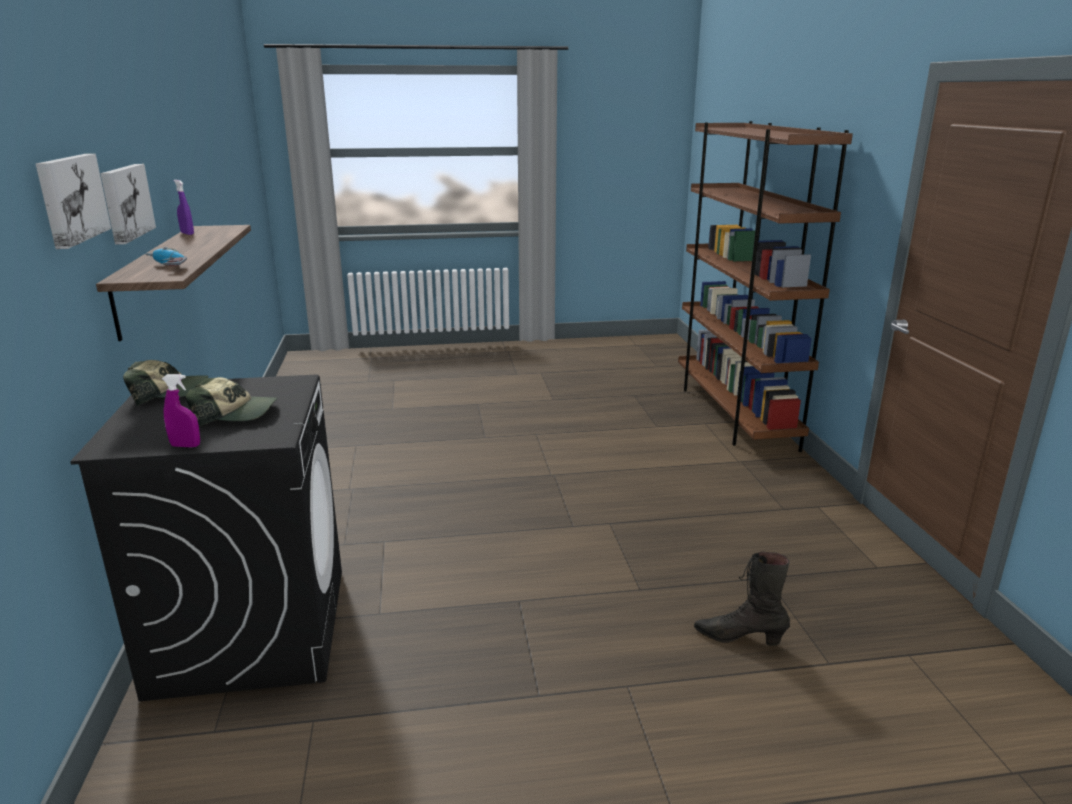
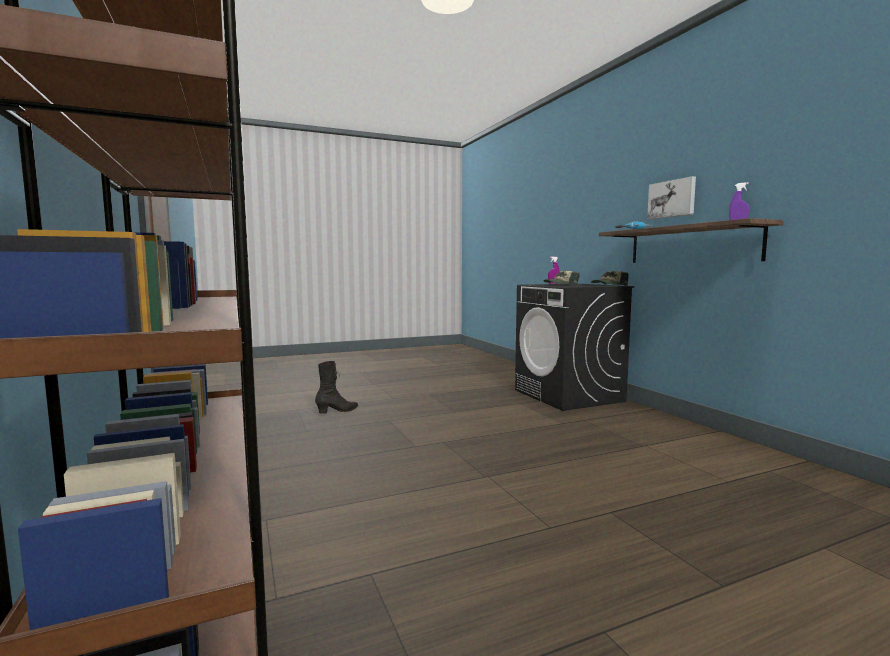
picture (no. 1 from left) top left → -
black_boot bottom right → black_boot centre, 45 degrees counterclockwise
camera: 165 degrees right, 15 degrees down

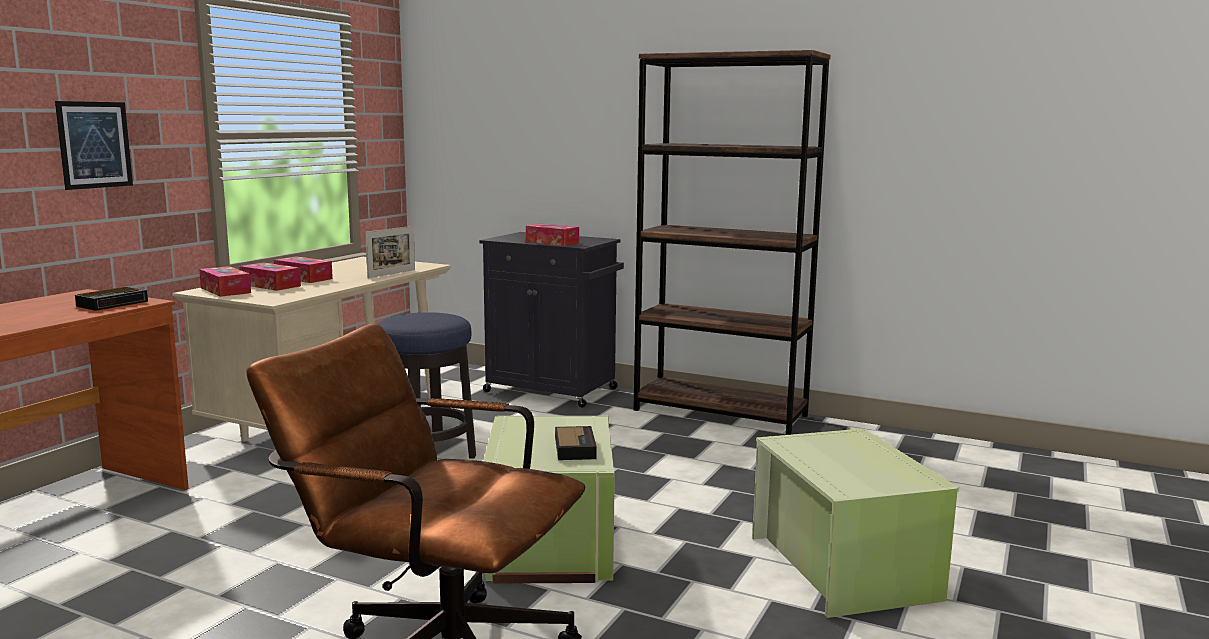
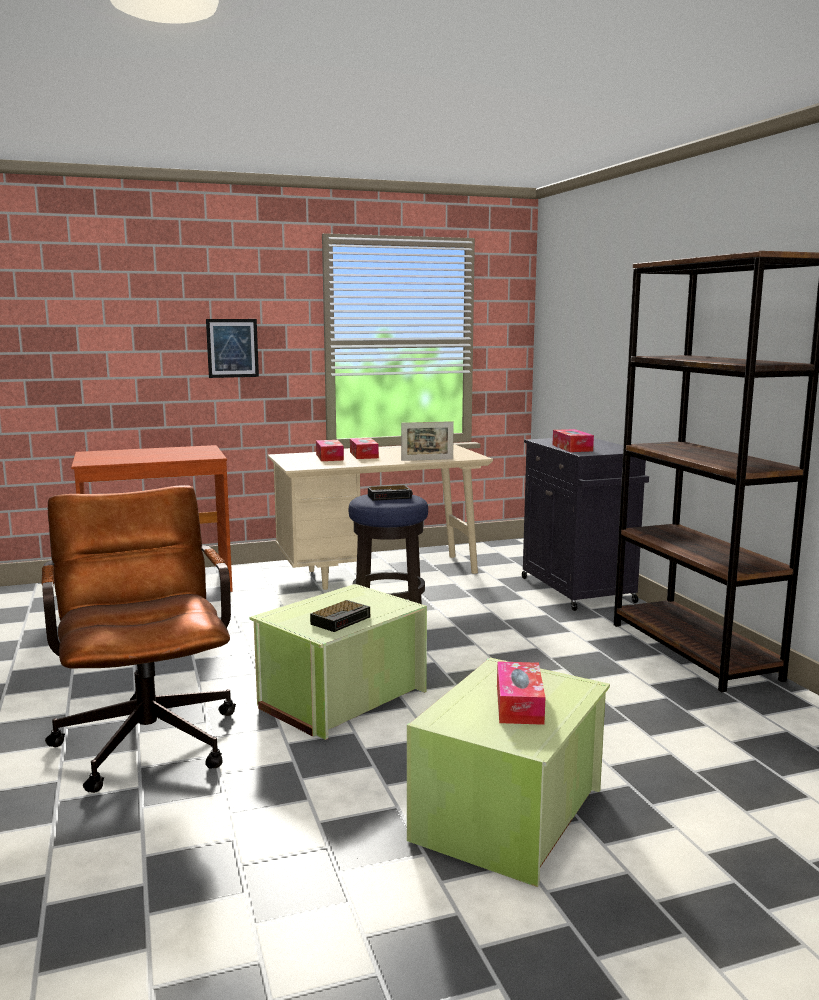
alarm_clock (no. 1 from left in the first image) middle left → alarm_clock (no. 2 from left) centre, shifted
tissue_box (no. 1 from left in the first image) middle left → tissue_box (no. 3 from left) bottom centre, shifted
camera: 45 degrees right, 0 degrees up

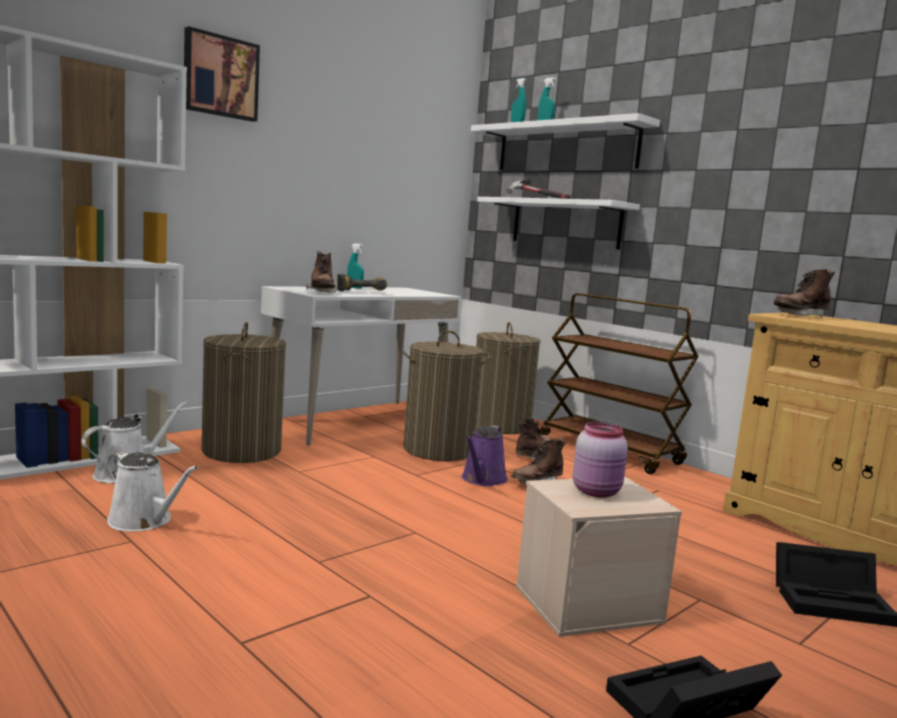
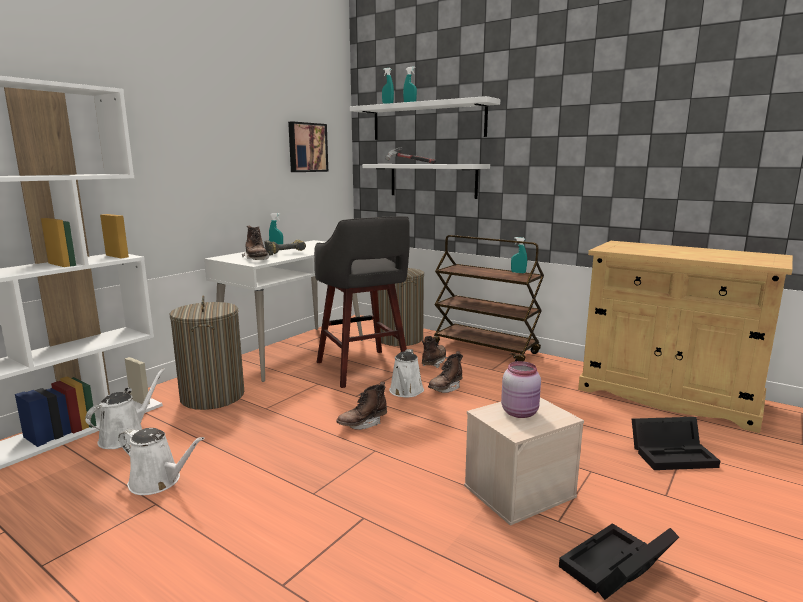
- → turquoise_spray_bottle (no. 4 from left) centre
picture top left → picture top centre, shifted
brown_boot (no. 4 from left in the first image) middle right → brown_boot (no. 2 from left) bottom centre, shifted
laundry_basket (no. 2 from left) centre → grey_stool centre
purple_watering_can centre → white_watering_can (no. 3 from left) centre
camera: 10 degrees left, 5 degrees up

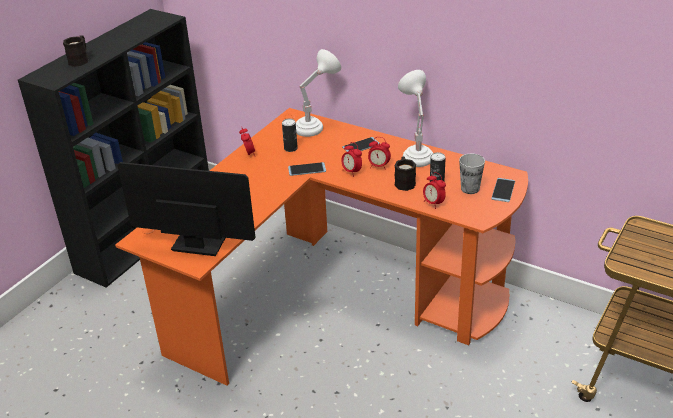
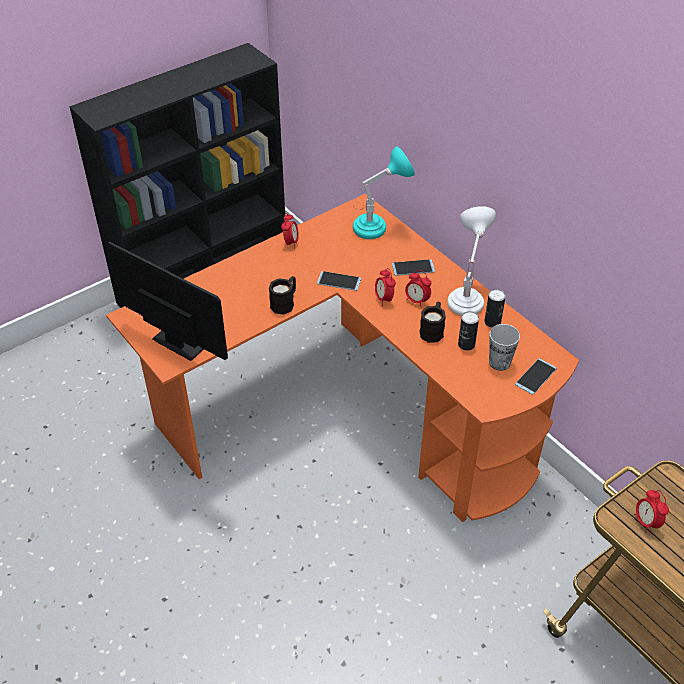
black_mug (no. 1 from left) top left → black_mug (no. 1 from left) centre, shifted
can (no. 1 from left in the first image) top centre → can (no. 2 from left) middle right, shifted
alarm_clock (no. 4 from left) centre → alarm_clock (no. 4 from left) bottom right, shifted
white_table_lamp (no. 1 from left) top centre → turquoise_table_lamp top centre
camera: 20 degrees right, 10 degrees up

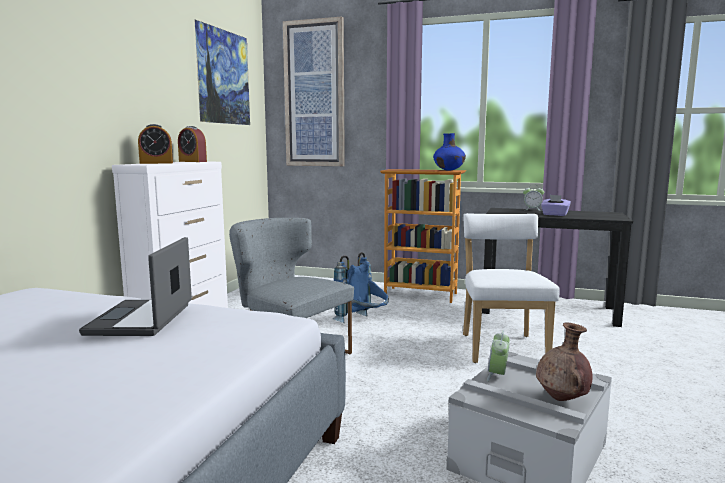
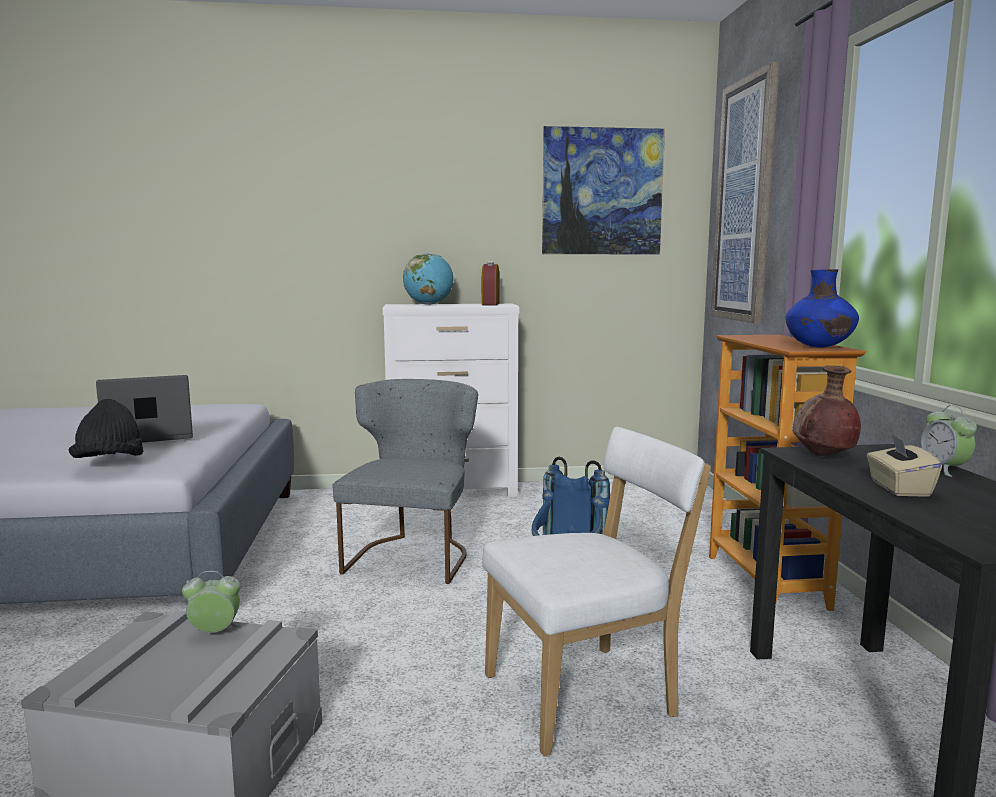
- → black_hat middle left
brown_vase bottom right → brown_vase middle right, shifted
alarm_clock (no. 1 from left) top left → globe centre
purple_tissue_box middle right → beige_tissue_box middle right
camera: 65 degrees right, 0 degrees up

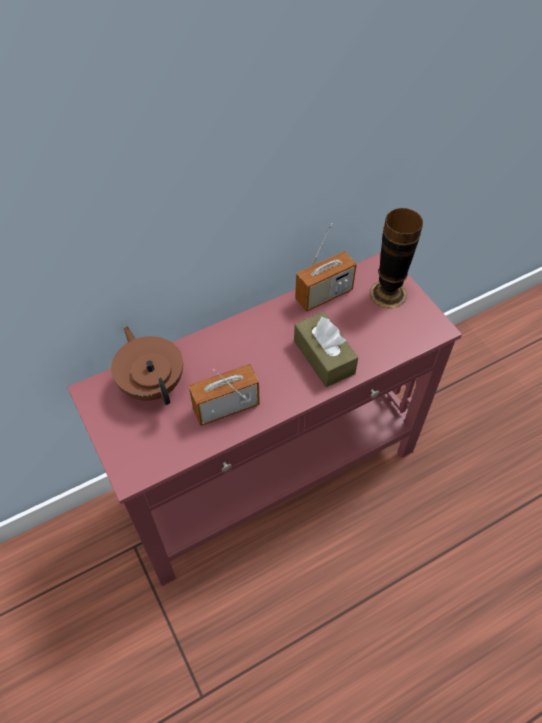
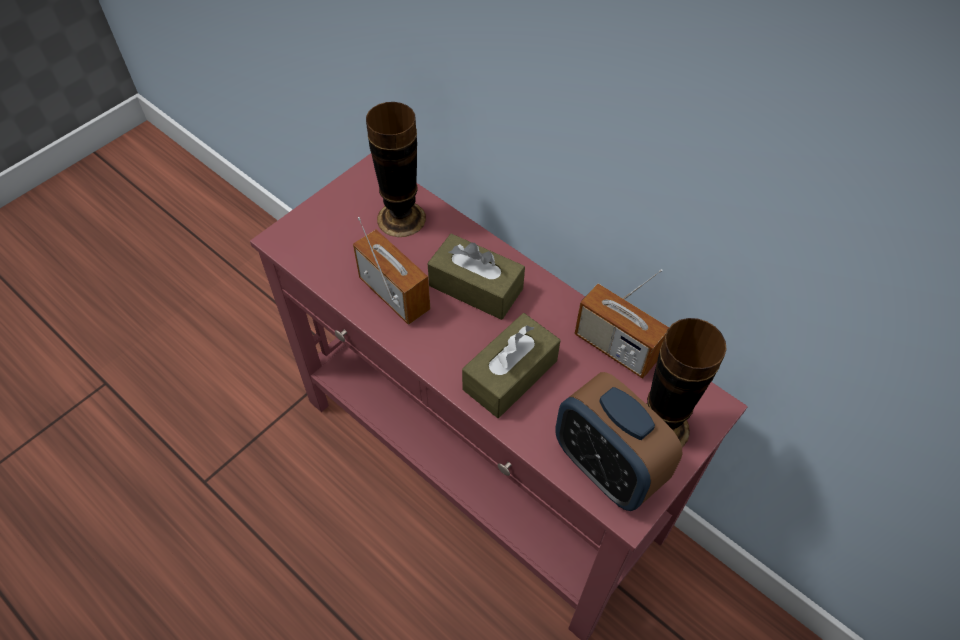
- → brown_tissue_box (no. 1 from left) centre
- → alarm_clock bottom centre
brown_teapot middle left → vase (no. 1 from left) top centre
camera: 70 degrees right, 0 degrees up

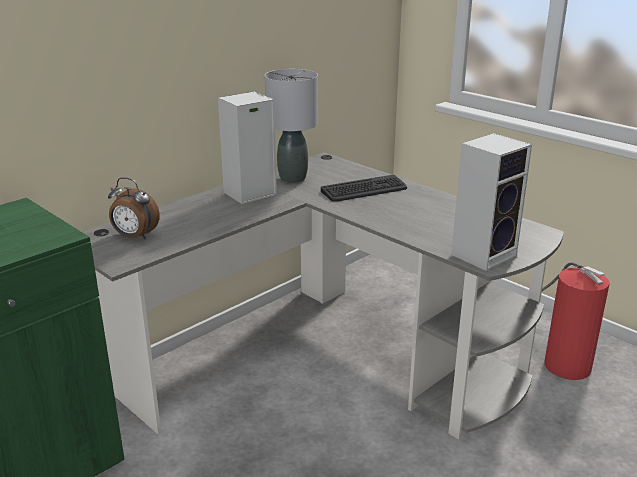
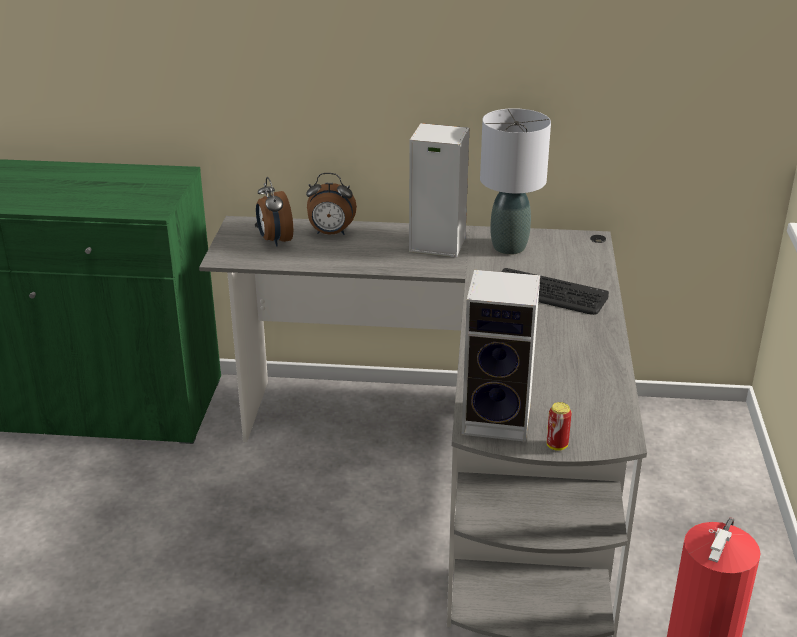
- → alarm_clock (no. 2 from left) top centre
- → can bottom right
camera: 50 degrees right, 5 degrees up

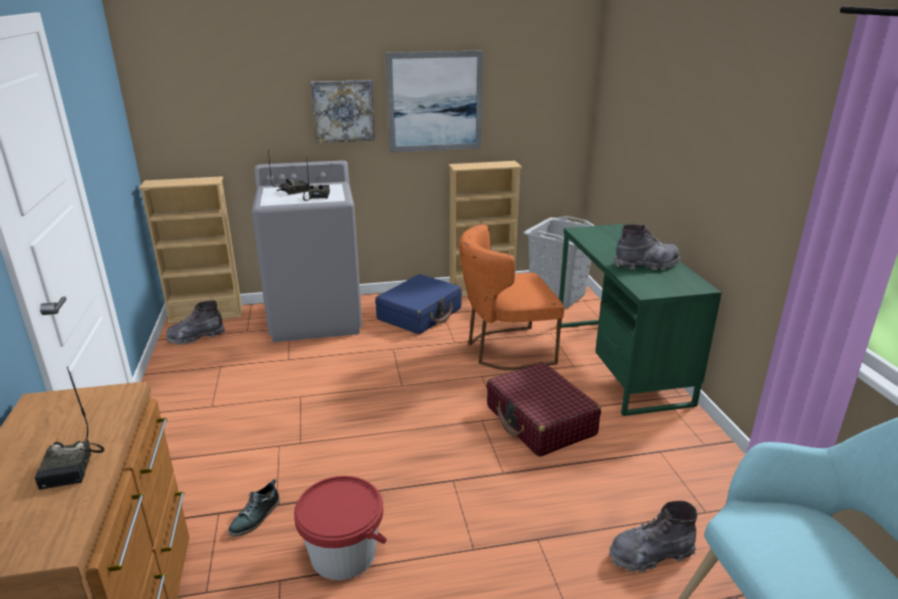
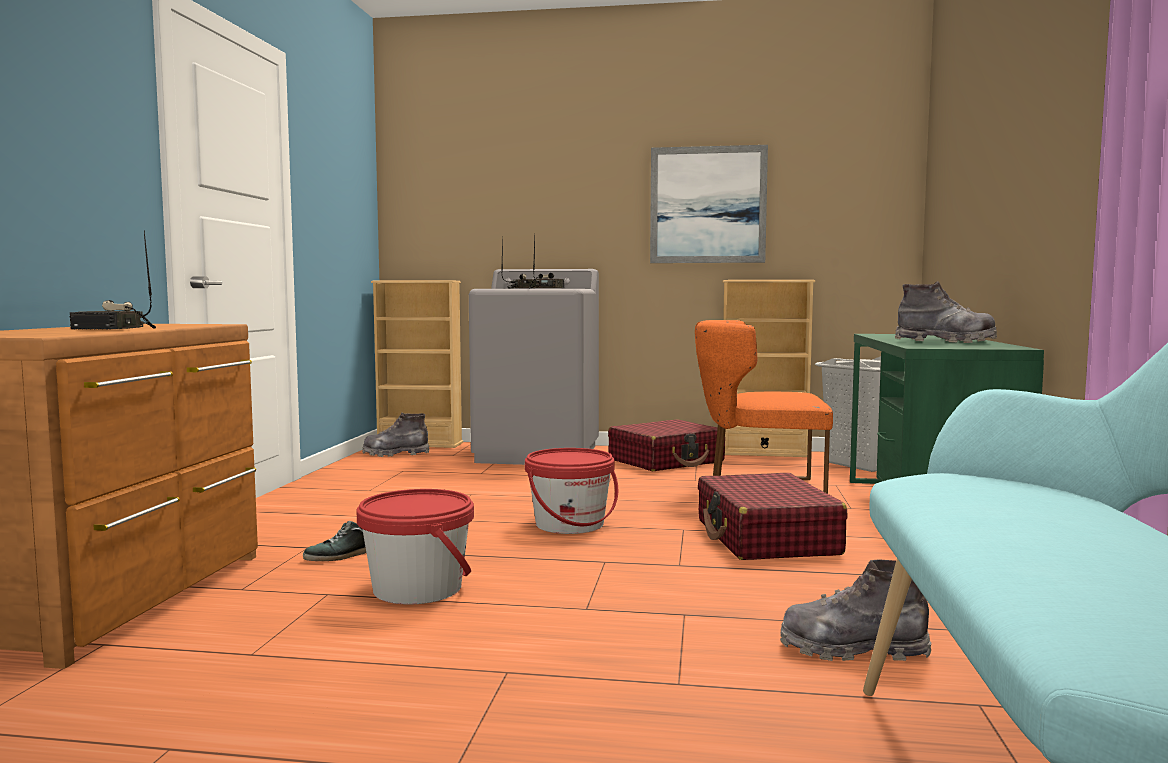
picture (no. 1 from left) top centre → -
- → red_bucket (no. 2 from left) centre
blue_suitcase centre → red_suitcase (no. 1 from left) centre
camera: 20 degrees right, 20 degrees down

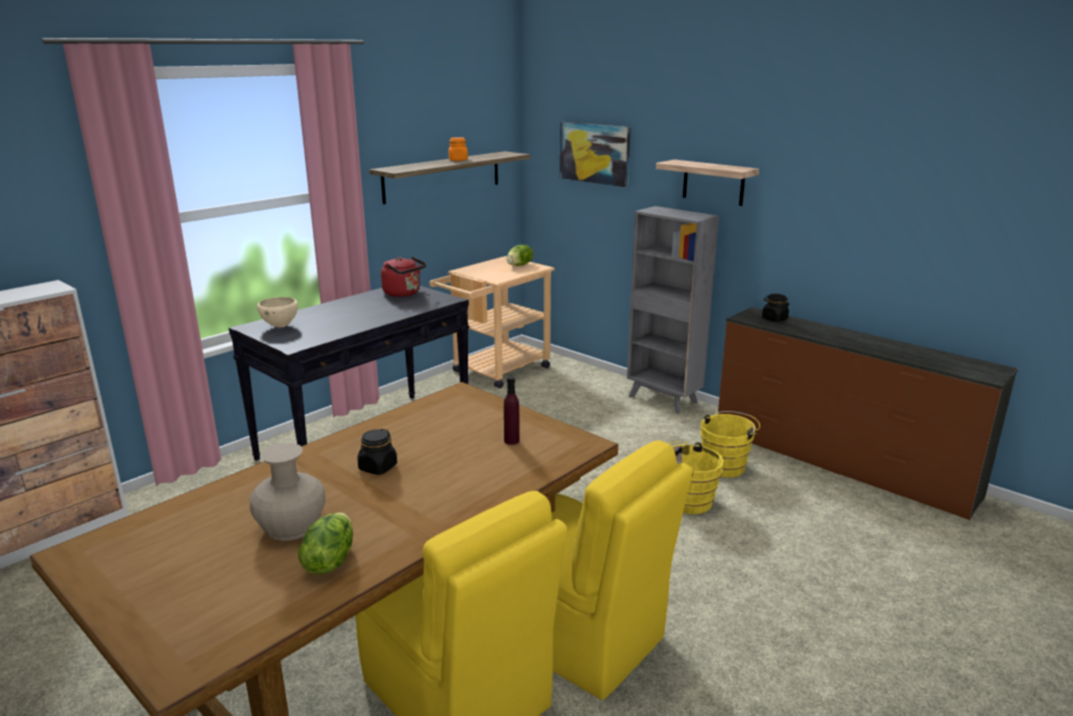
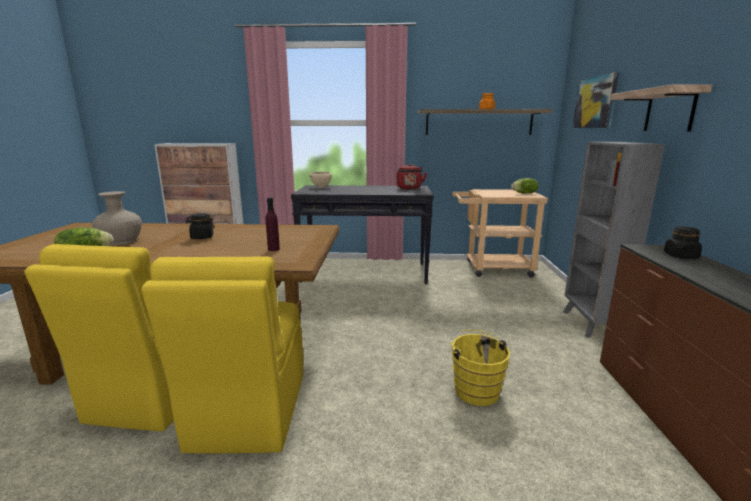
yellow_bucket (no. 2 from left) middle right → -
camera: 50 degrees right, 5 degrees down

